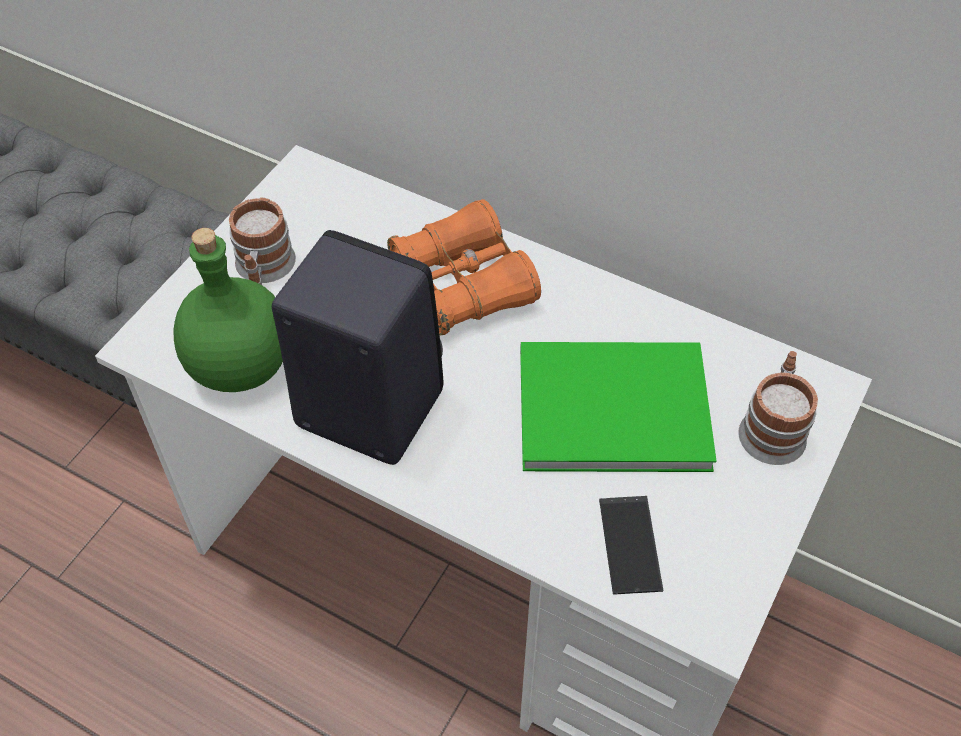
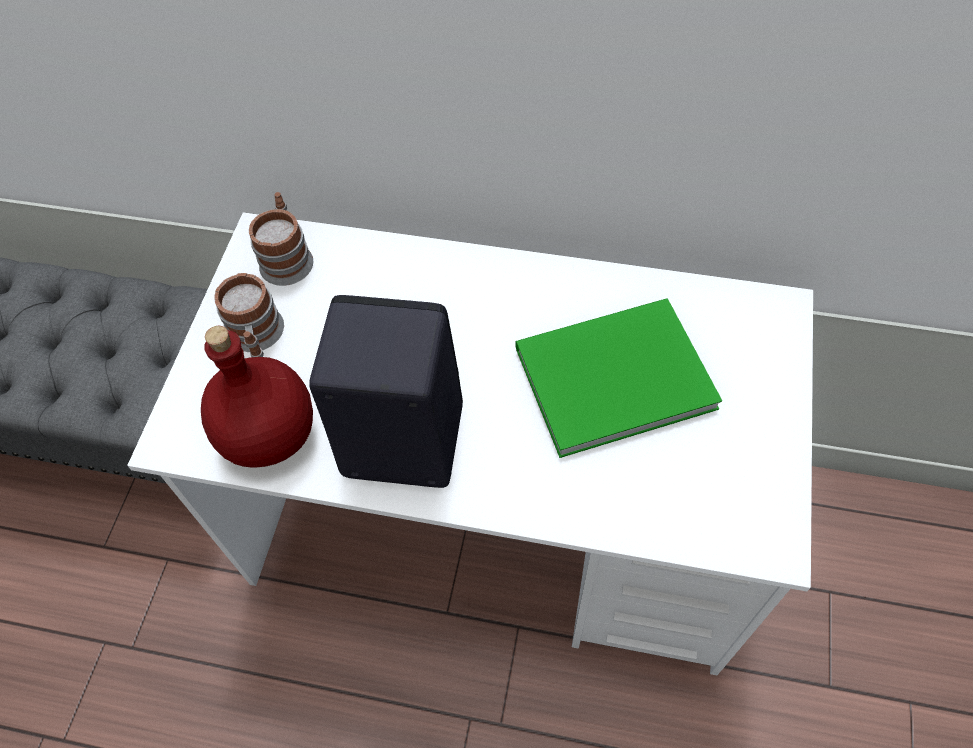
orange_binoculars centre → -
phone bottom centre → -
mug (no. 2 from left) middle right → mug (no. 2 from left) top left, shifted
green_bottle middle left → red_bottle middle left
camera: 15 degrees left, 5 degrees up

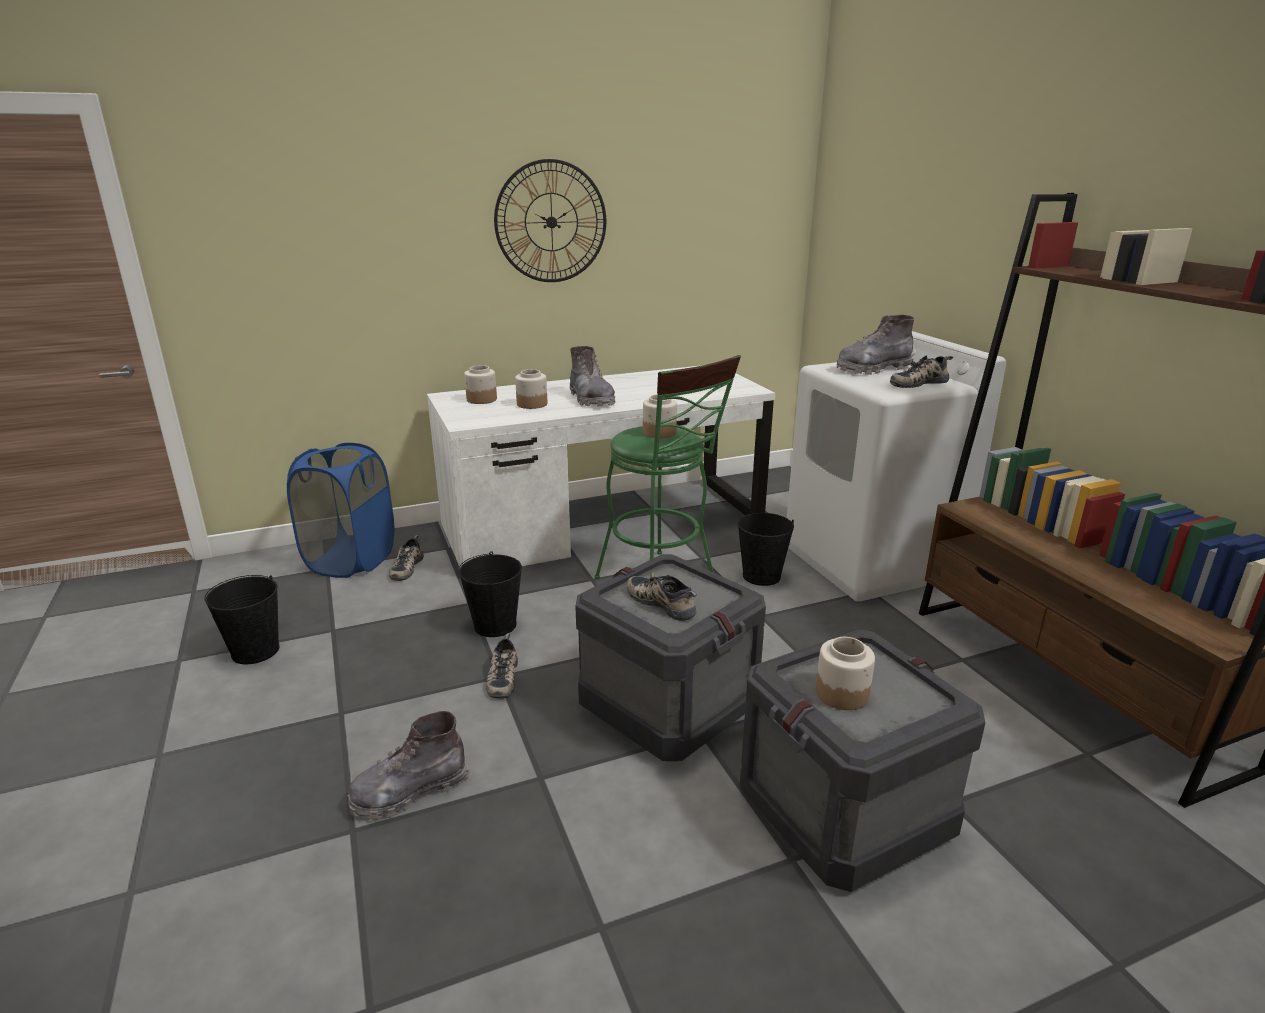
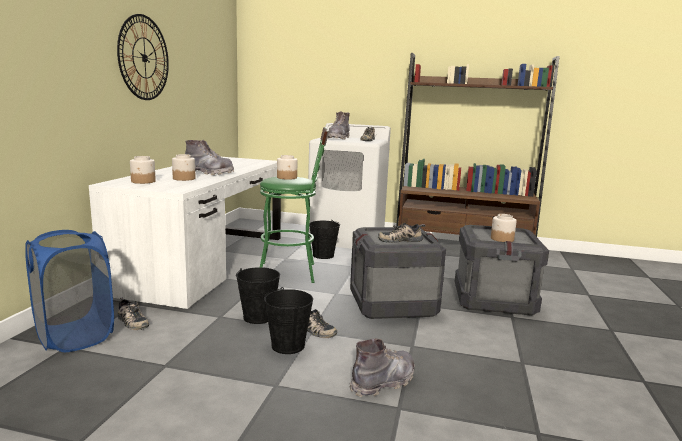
black_bucket (no. 1 from left in the first image) middle left → black_bucket (no. 2 from left) bottom centre, shifted
grey_boot (no. 1 from left in the first image) bottom left → grey_boot (no. 3 from left) bottom centre, 135 degrees counterclockwise
camera: 55 degrees left, 10 degrees down

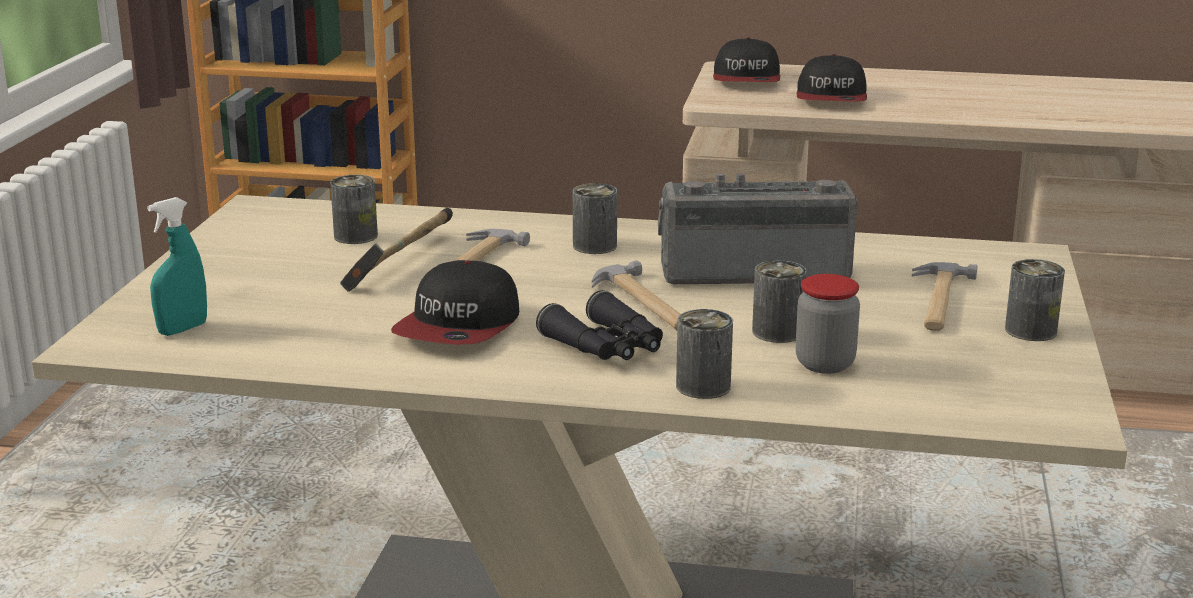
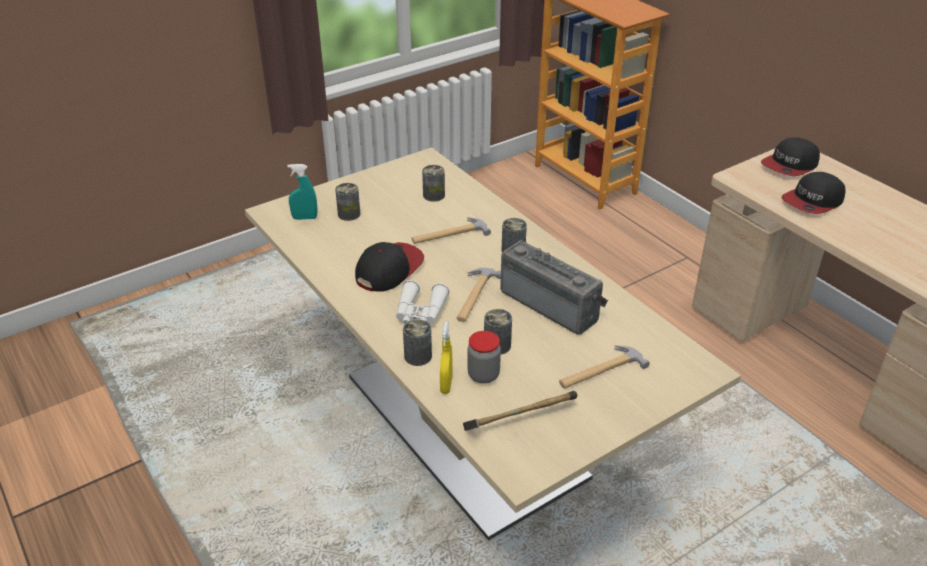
- → yellow_spray_bottle centre
hammer (no. 1 from left in the first image) middle left → hammer (no. 3 from left) bottom centre, shifted
can (no. 5 from left in the first image) middle right → can (no. 1 from left) centre, shifted
black_binoculars centre → white_binoculars centre
cap (no. 1 from left) centre, 150 degrees clockwise
camera: 45 degrees right, 15 degrees up

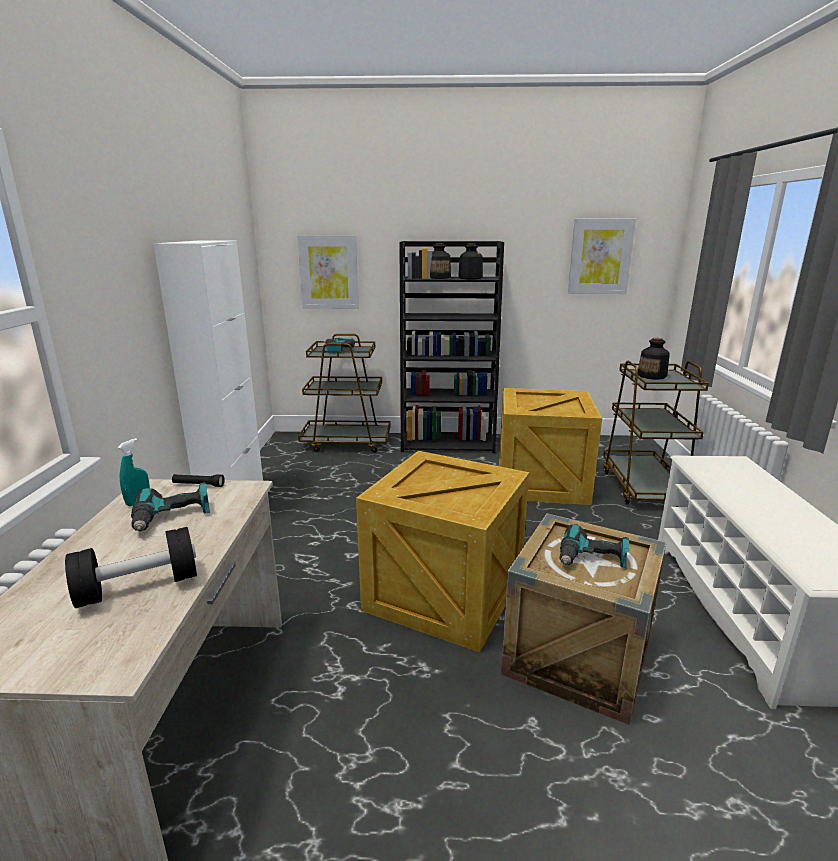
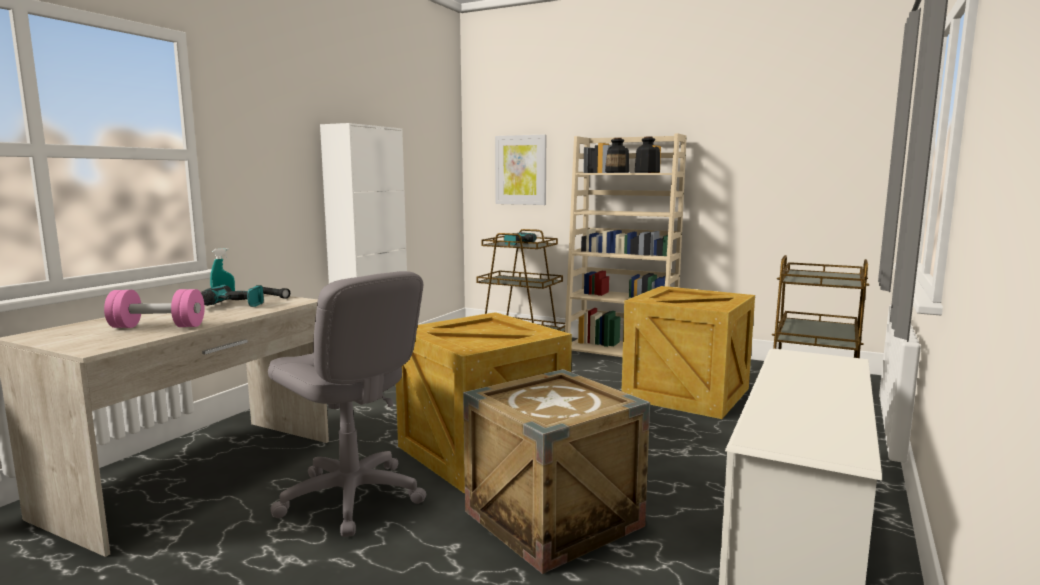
power_drill (no. 3 from left) middle right → -
picture (no. 2 from left) top right → -
bottle (no. 3 from left) middle right → -
- → grey_office_chair bottom centre
black_dumbbell middle left → pink_dumbbell middle left
black_bookcase centre → beige_bookcase centre
camera: 25 degrees right, 10 degrees down

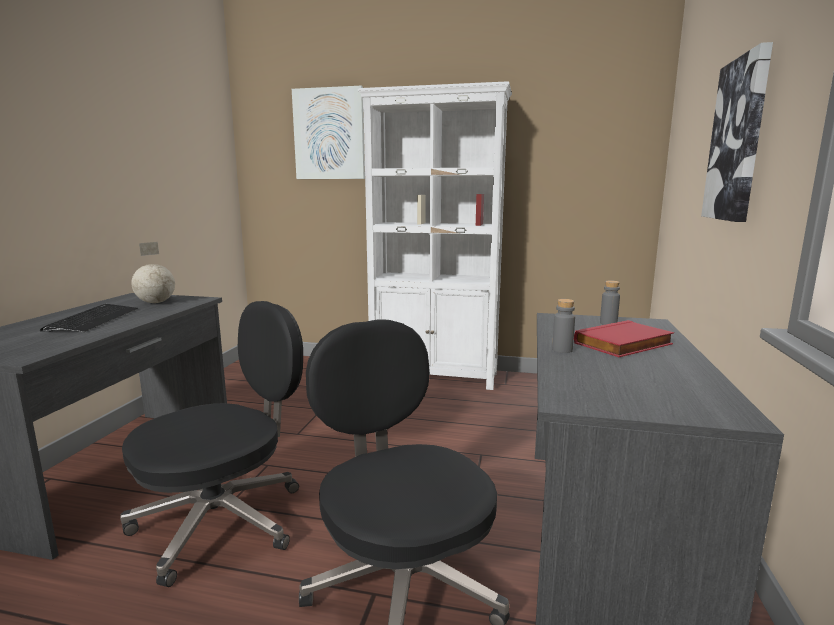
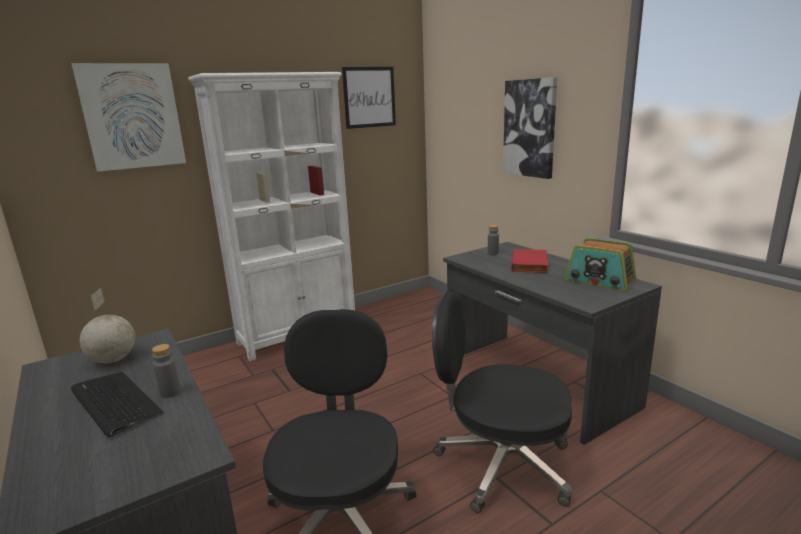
- → picture (no. 2 from left) top centre
- → radio middle right
grey_bottle (no. 1 from left) middle right → grey_bottle (no. 1 from left) bottom left, shifted
camera: 45 degrees left, 5 degrees up

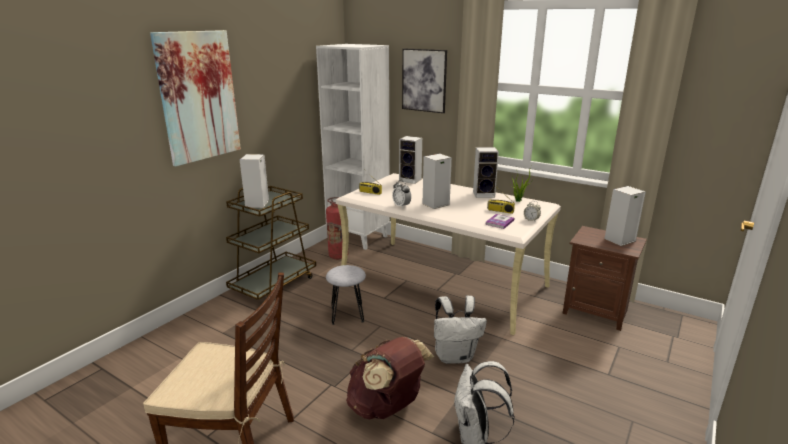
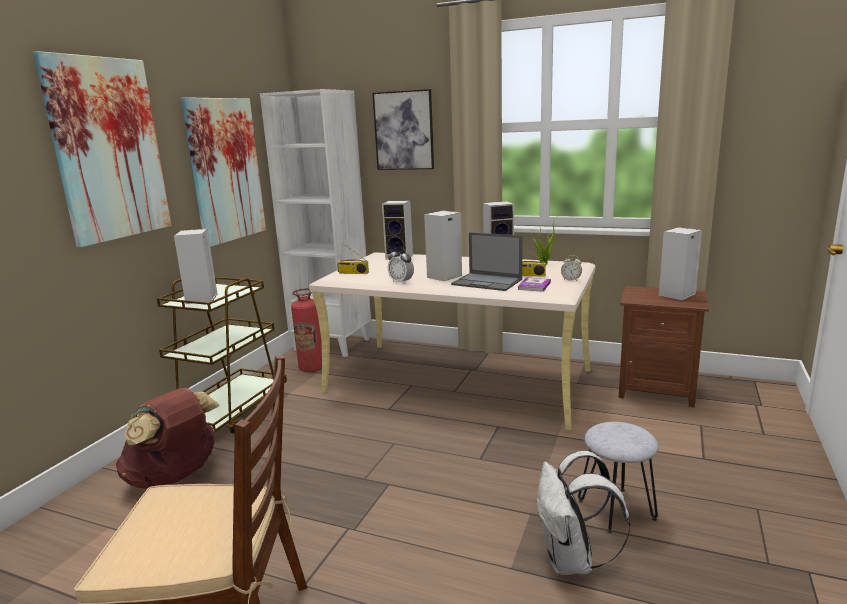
white_backpack (no. 1 from left) bottom centre → -
- → picture (no. 2 from left) top left
- → laptop centre
grey_stool centre → grey_stool bottom right, shifted
brown_backpack bottom centre → brown_backpack bottom left, shifted
camera: 10 degrees left, 5 degrees down

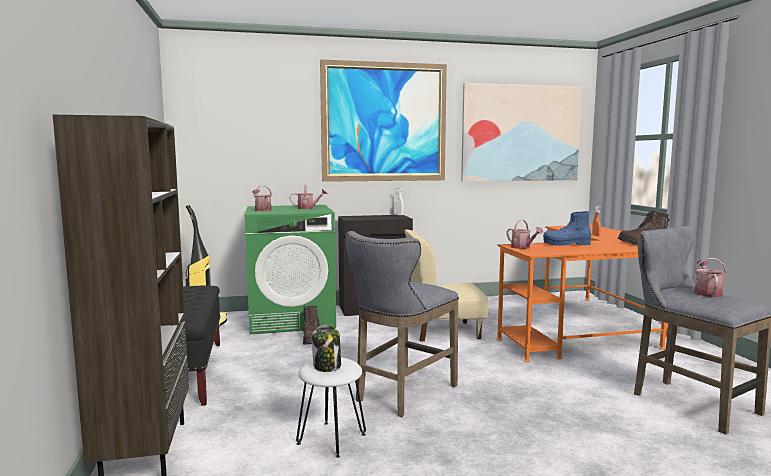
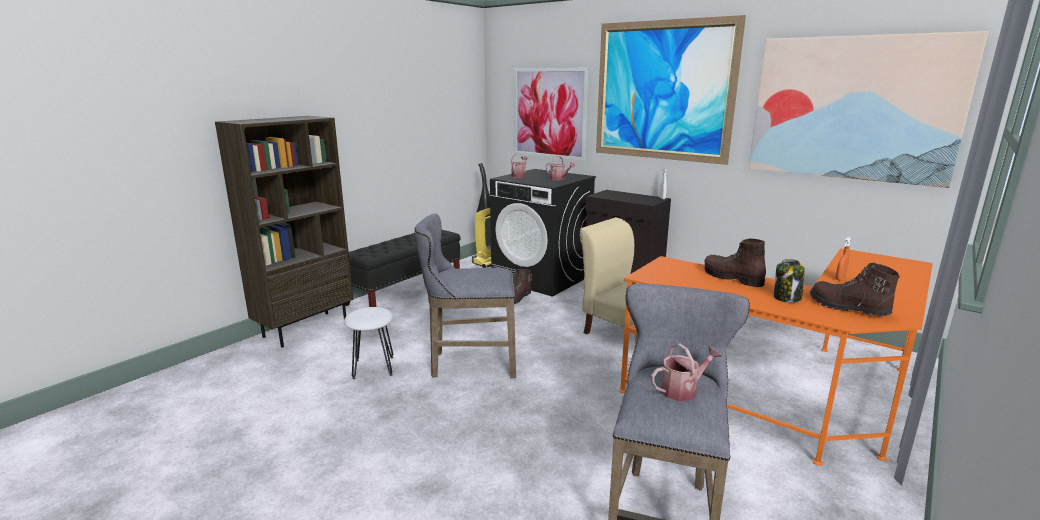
watering_can (no. 3 from left) middle right → -
- → picture (no. 1 from left) top centre
jar bottom centre → jar middle right, shifted
green_washing_machine centre → black_washing_machine centre
blue_boot middle right → brown_boot (no. 2 from left) middle right
camera: 50 degrees right, 10 degrees up

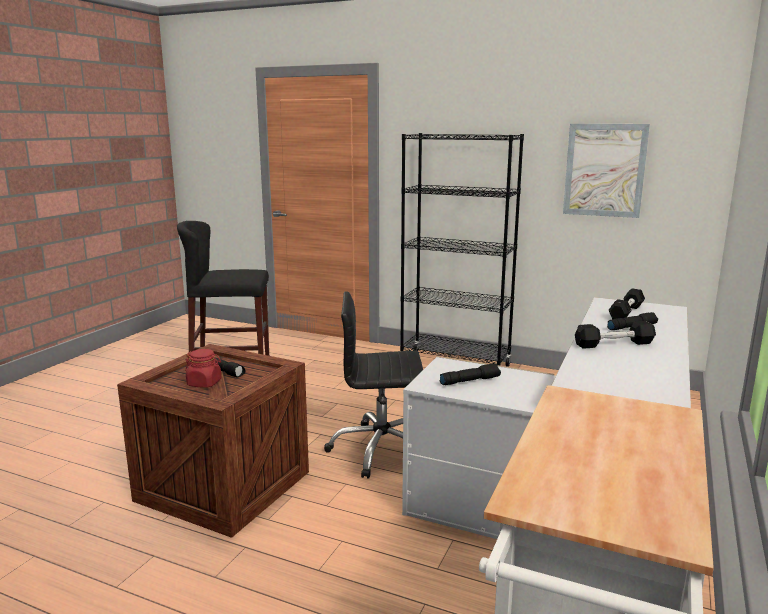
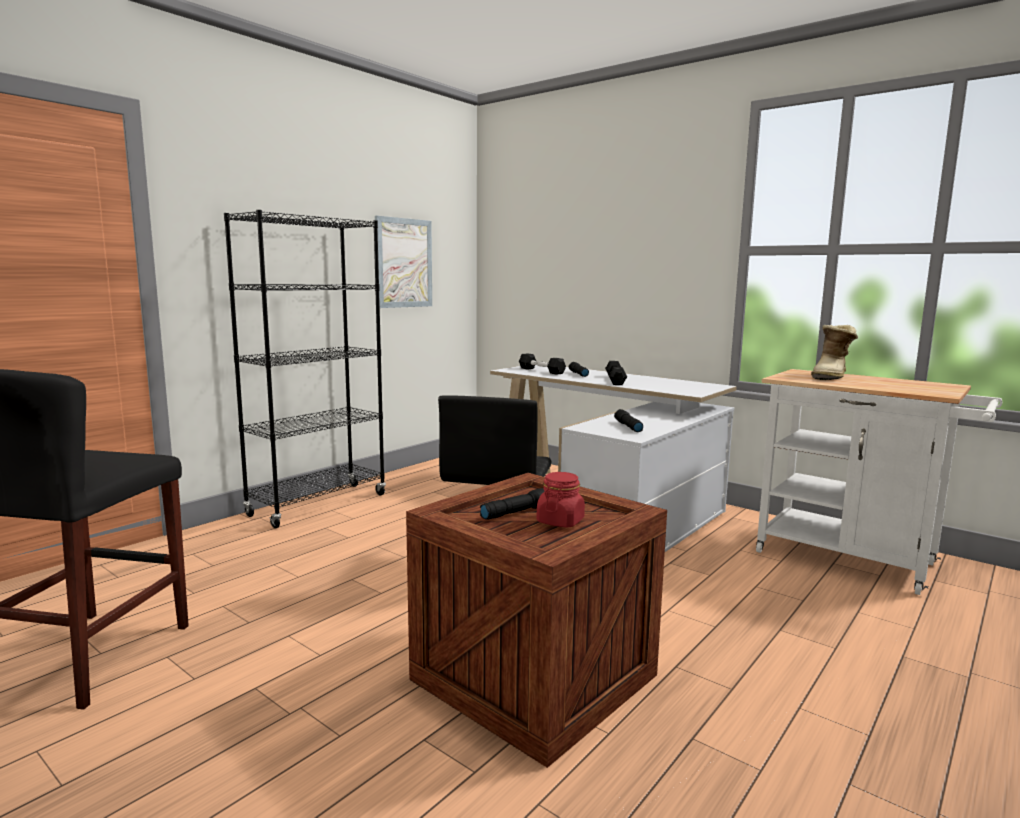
- → boot middle right
camera: 75 degrees left, 5 degrees down

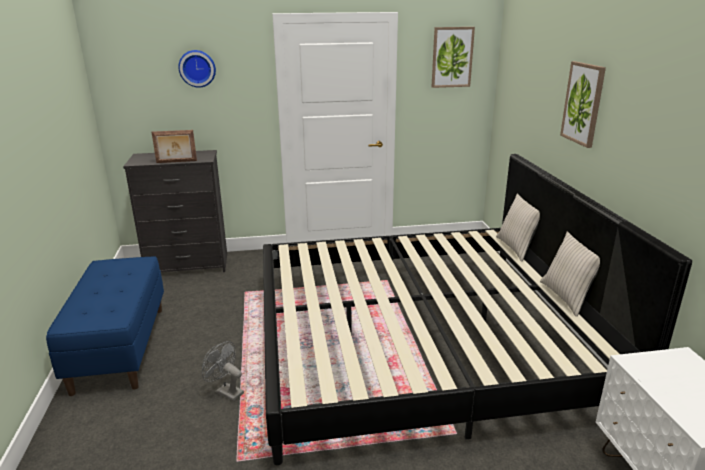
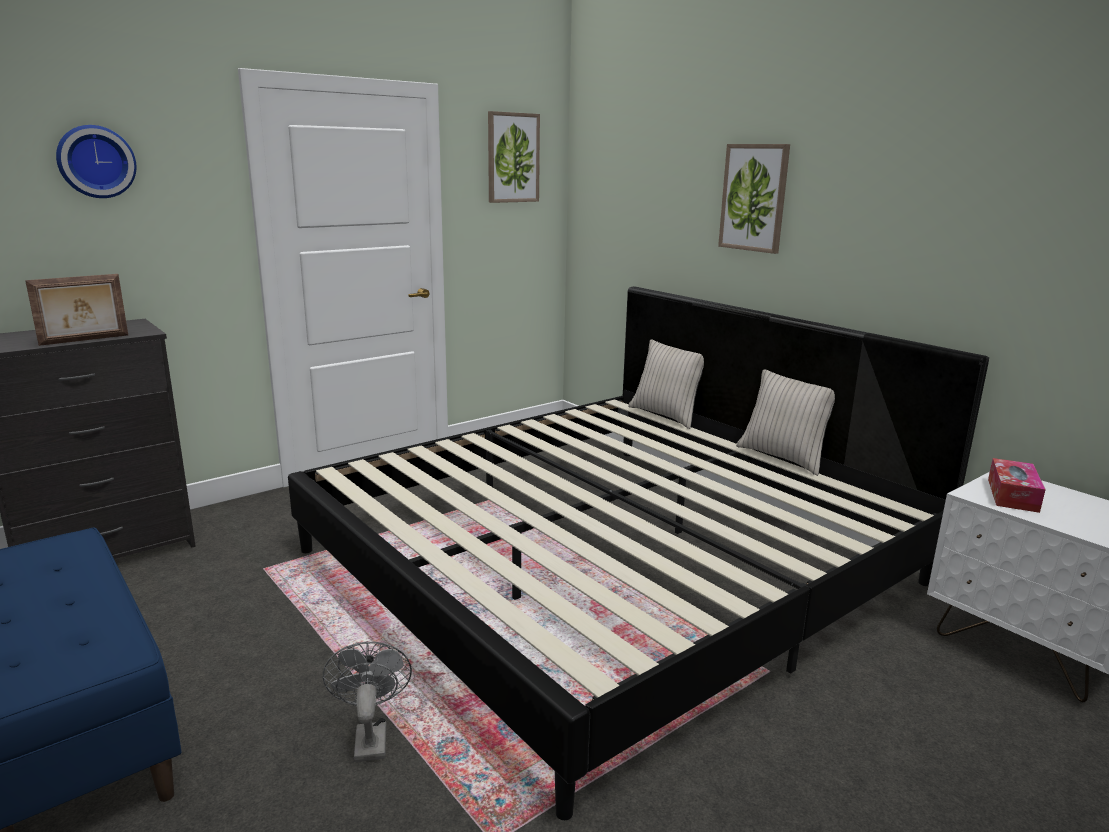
- → tissue_box middle right
grey_fan bottom left, 75 degrees clockwise
camera: 30 degrees left, 5 degrees down

